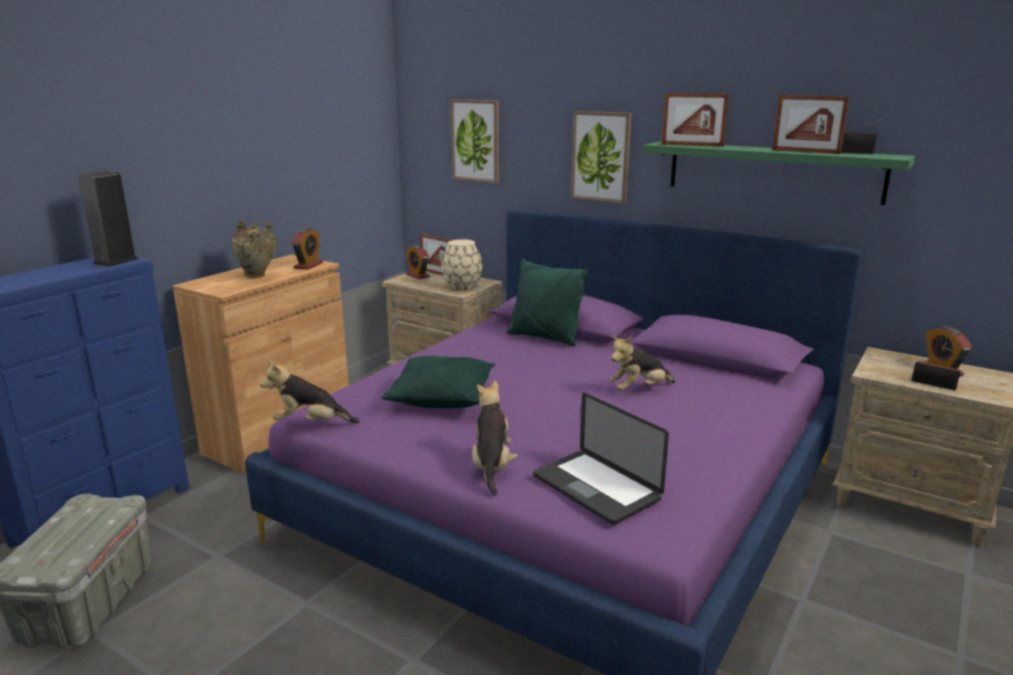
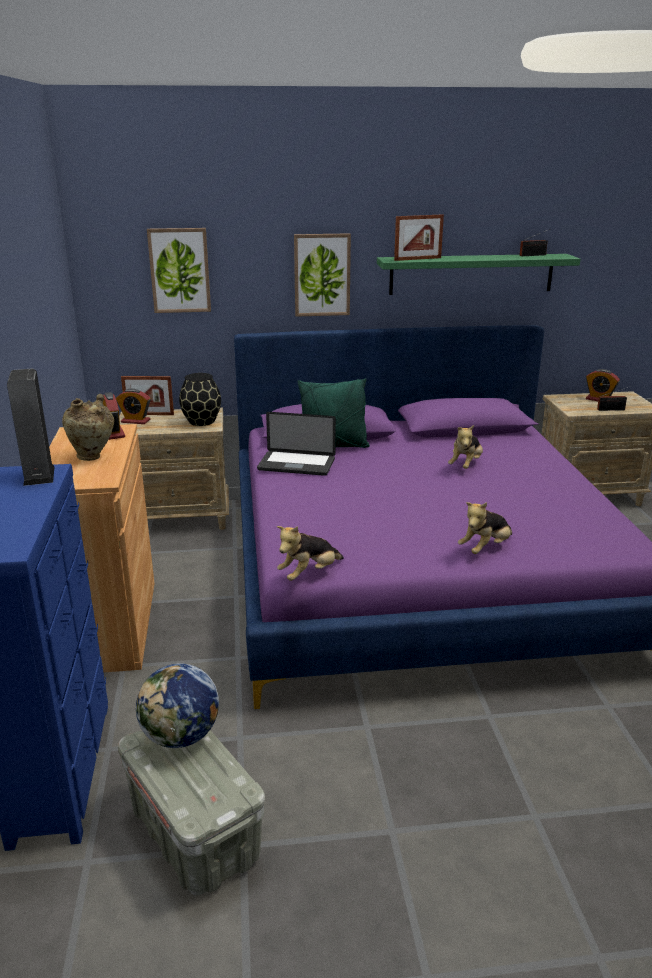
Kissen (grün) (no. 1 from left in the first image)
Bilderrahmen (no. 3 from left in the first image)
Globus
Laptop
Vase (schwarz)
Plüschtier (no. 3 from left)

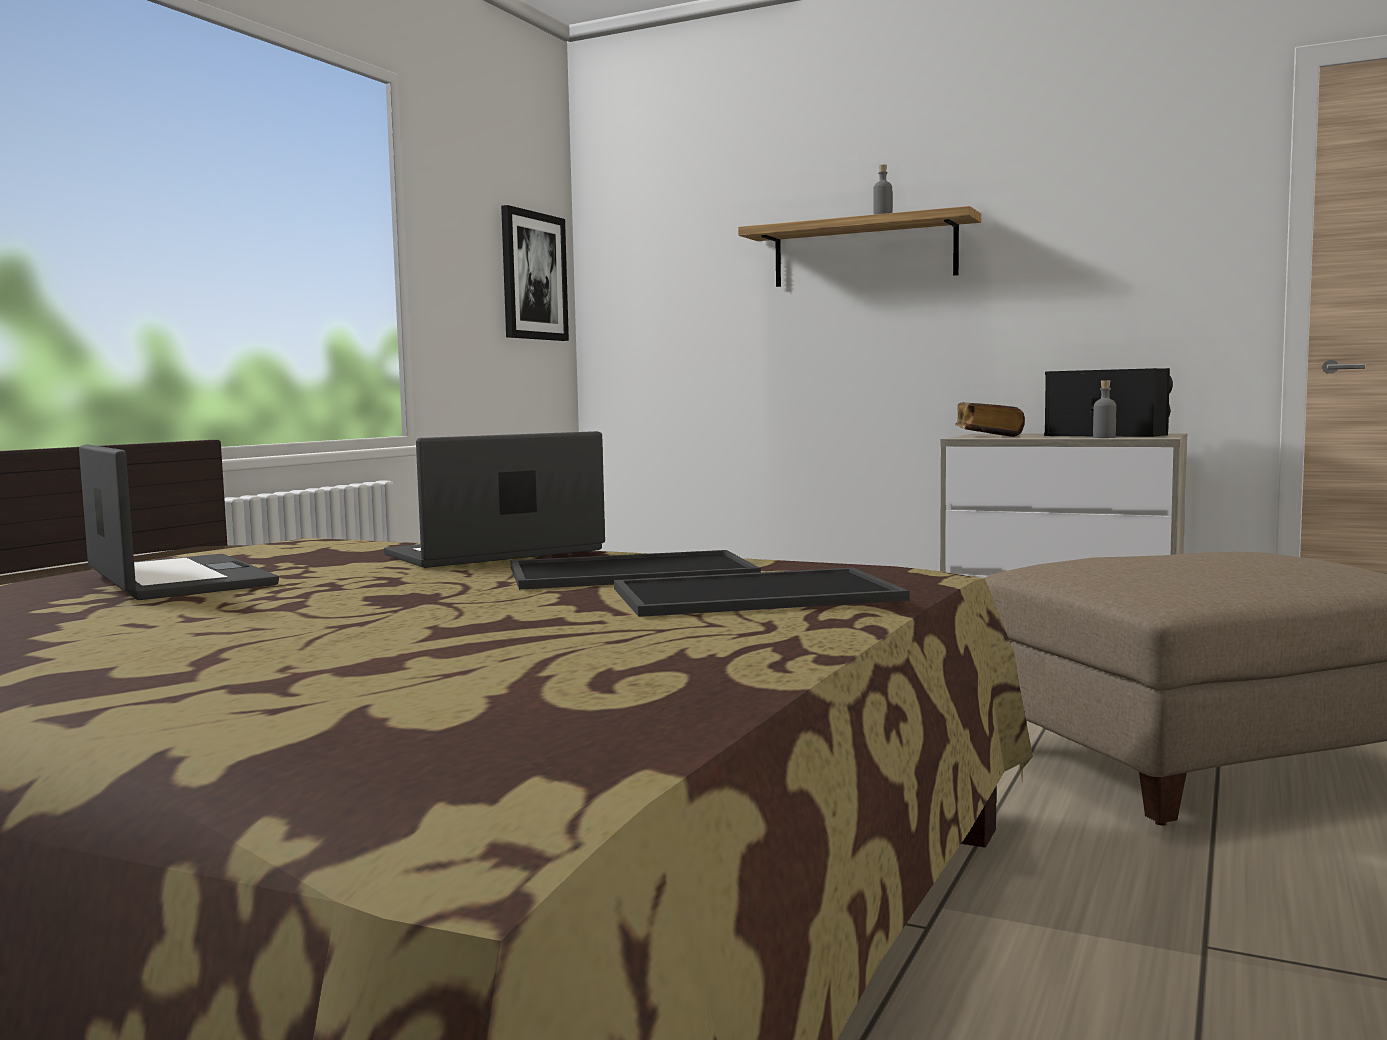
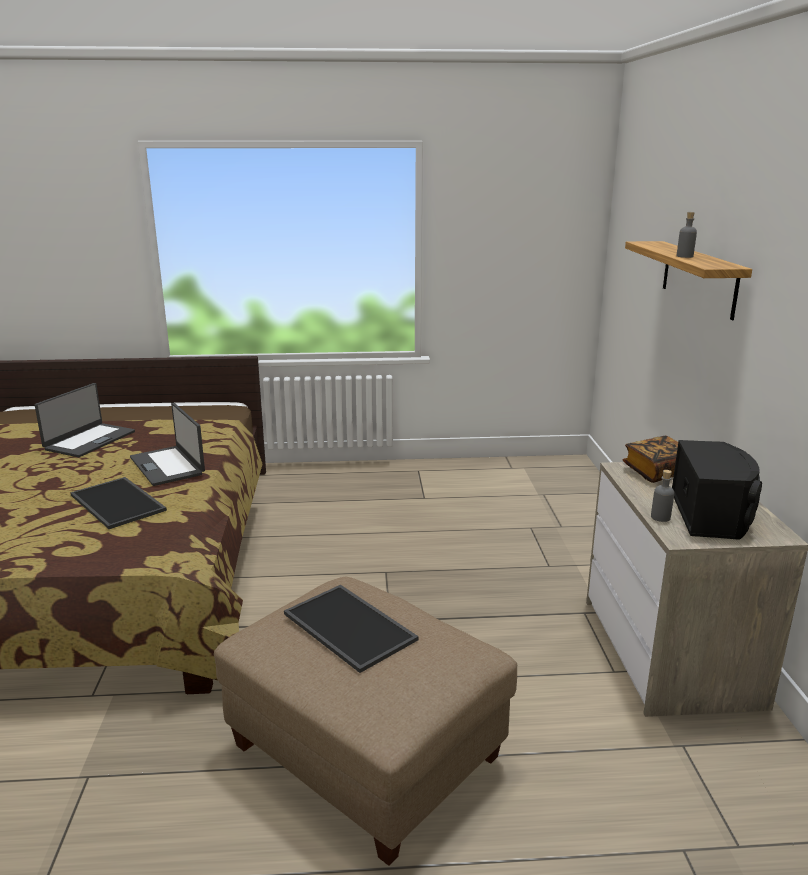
Bild
Tablett (no. 2 from left)
Laptop (no. 2 from left)

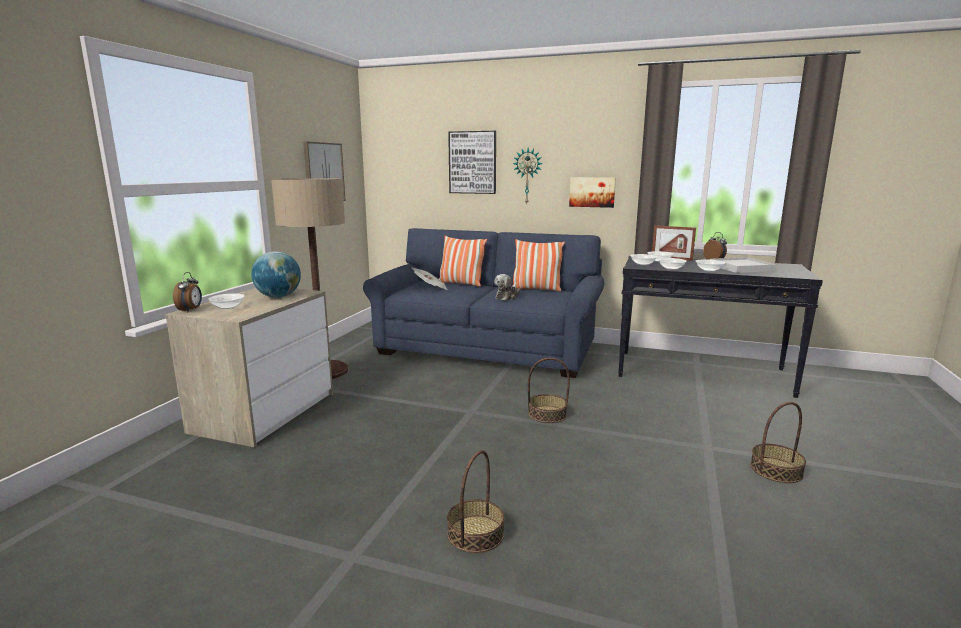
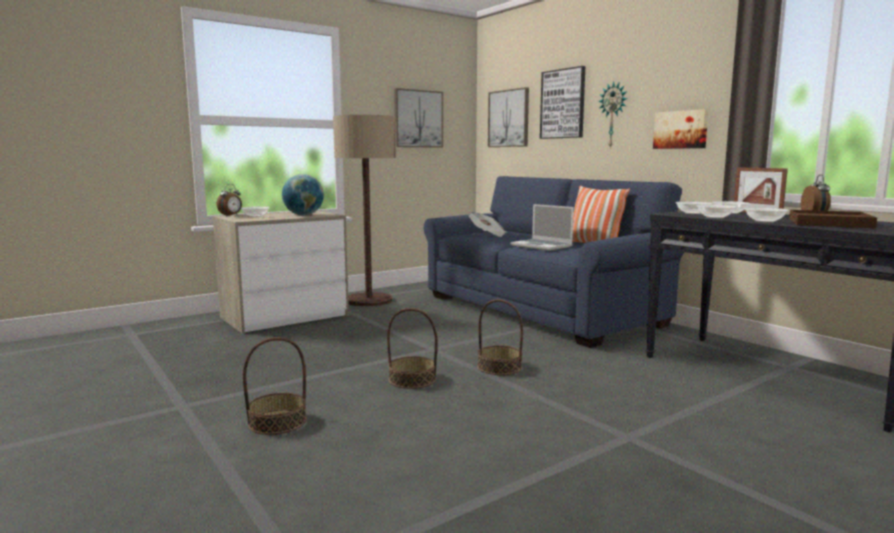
Kissen (no. 1 from left in the first image)
Bild (no. 2 from left)
Korb (no. 2 from left)
Laptop
Tablett (braun)

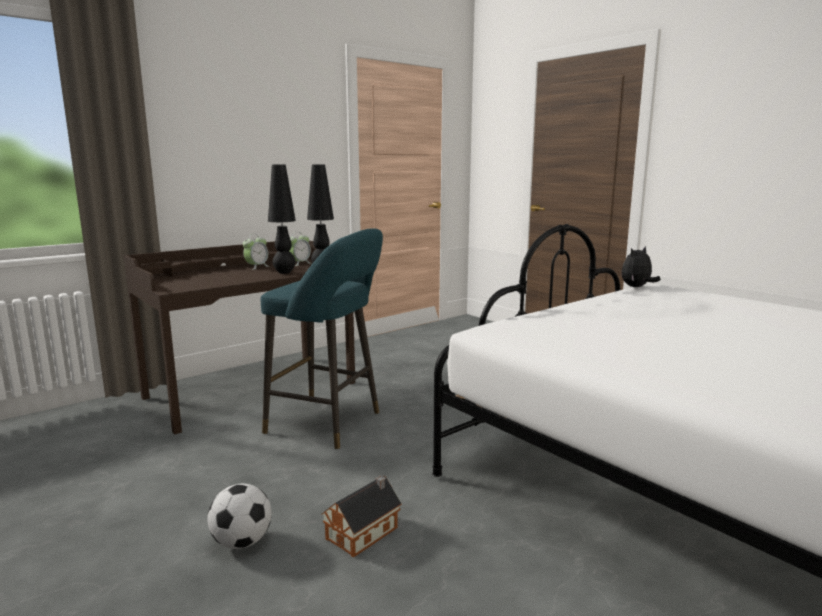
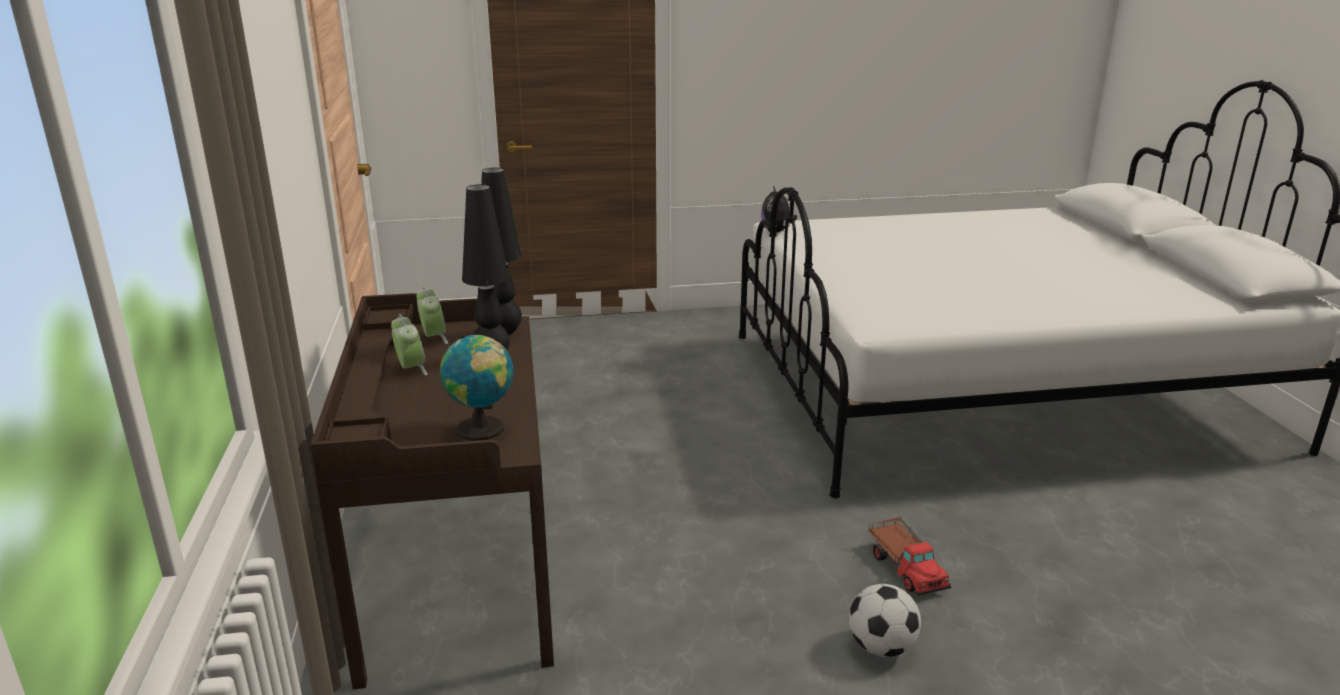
Hocker (türkis)
Globus
Spielzeuglaster

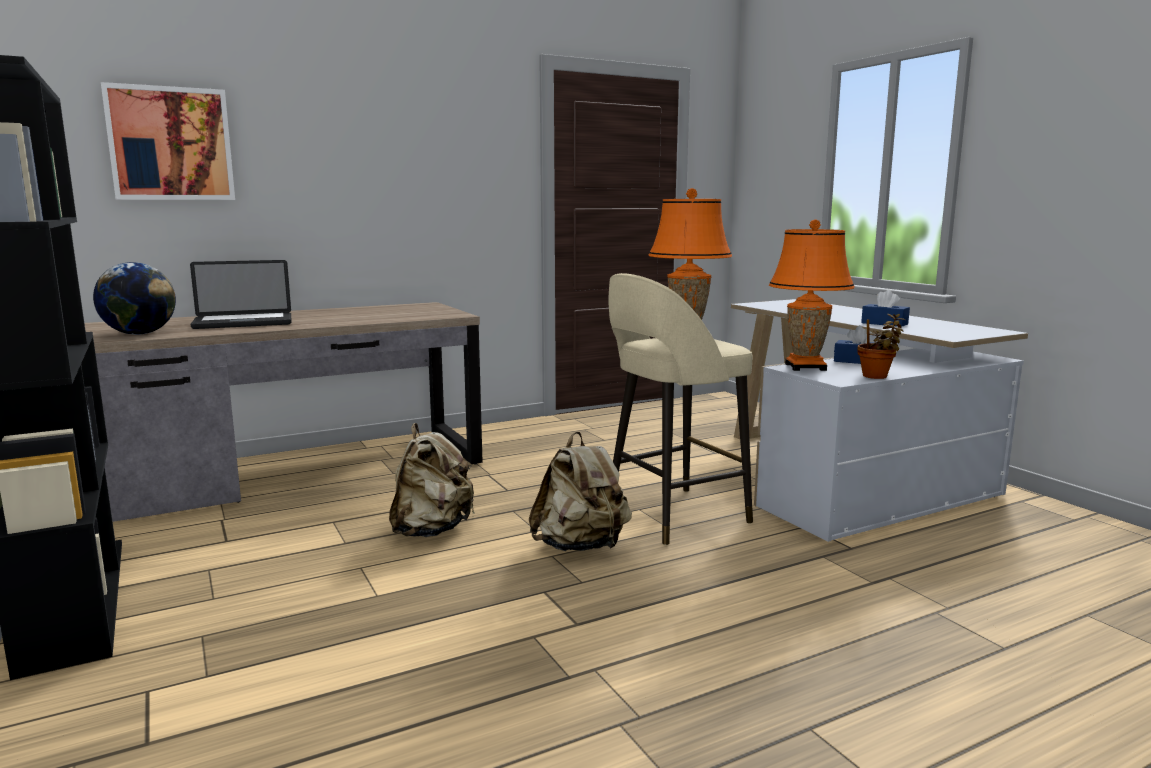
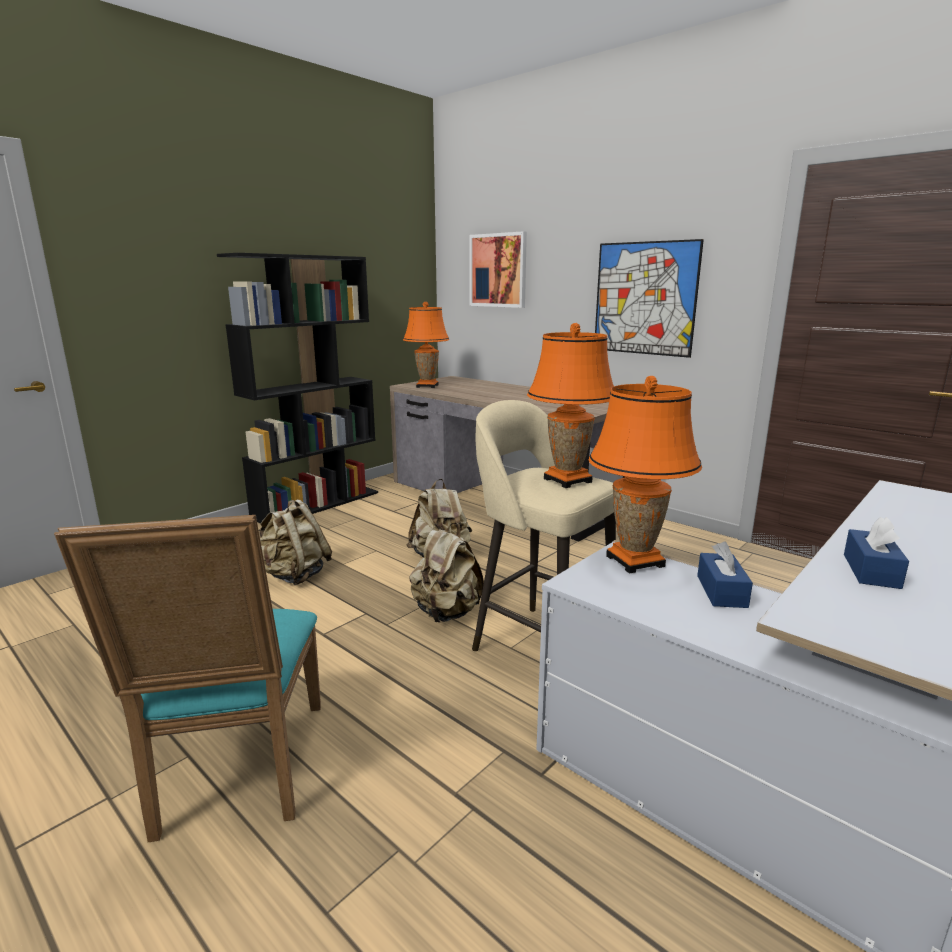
Laptop
Topfpflanze
Stuhl (türkis)
Rucksack (beige) (no. 1 from left)
Bild (no. 2 from left)
Tischlampe (orange) (no. 1 from left)

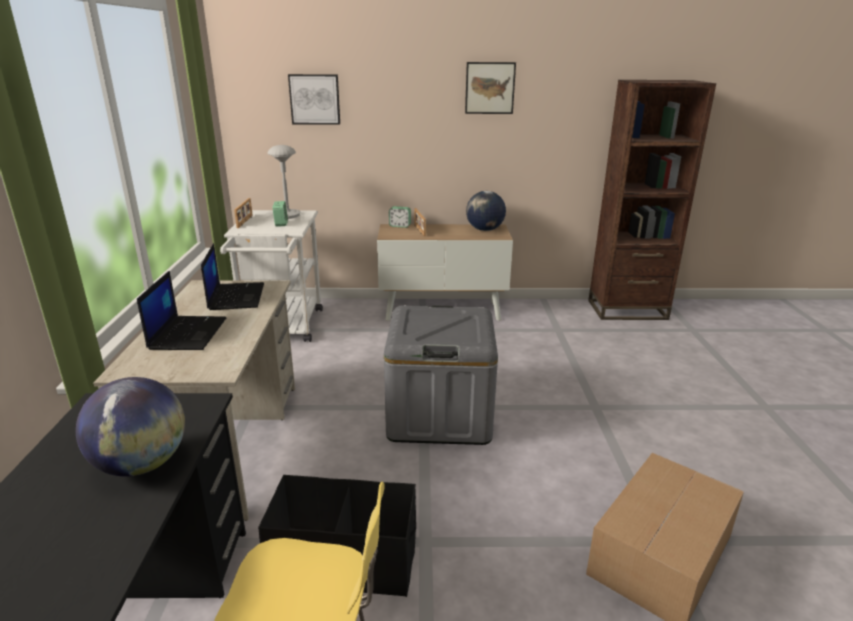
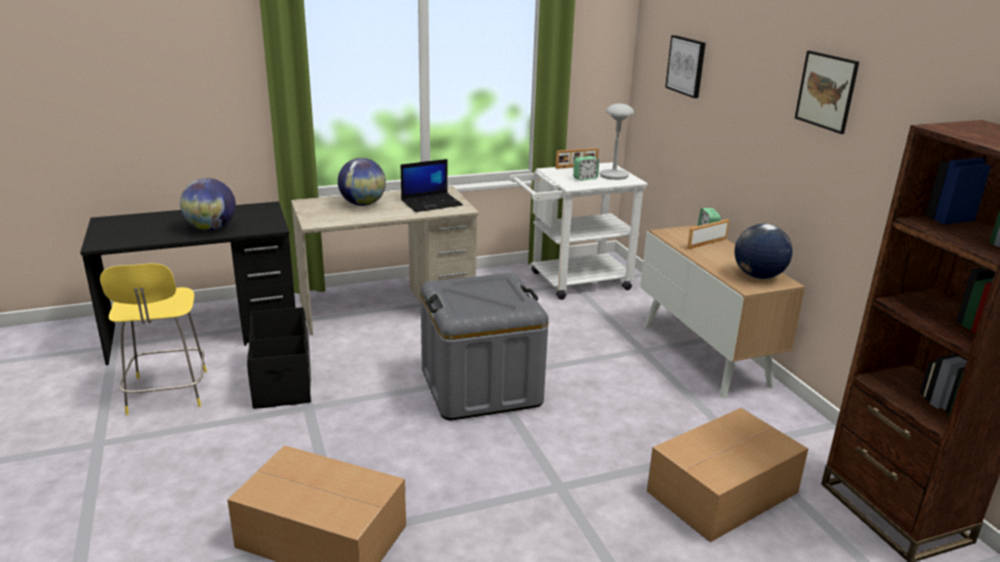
Karton (no. 2 from left)
Globus (no. 2 from left)

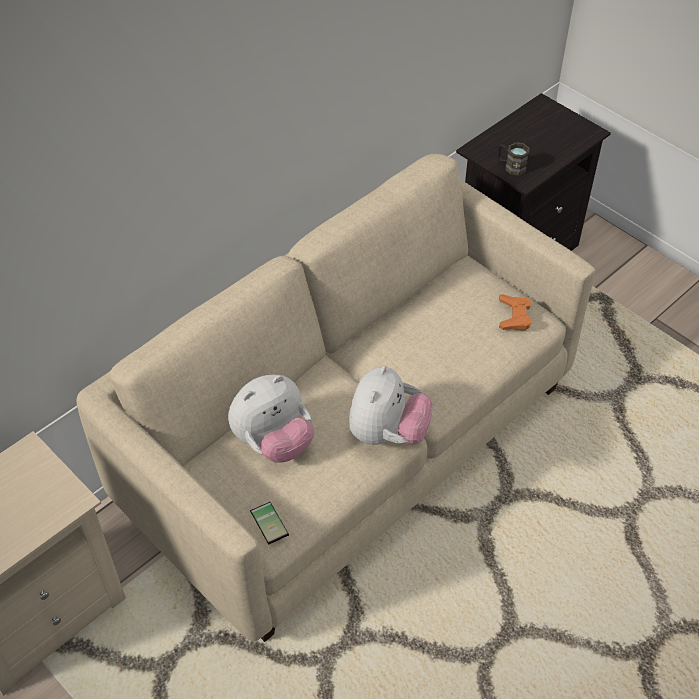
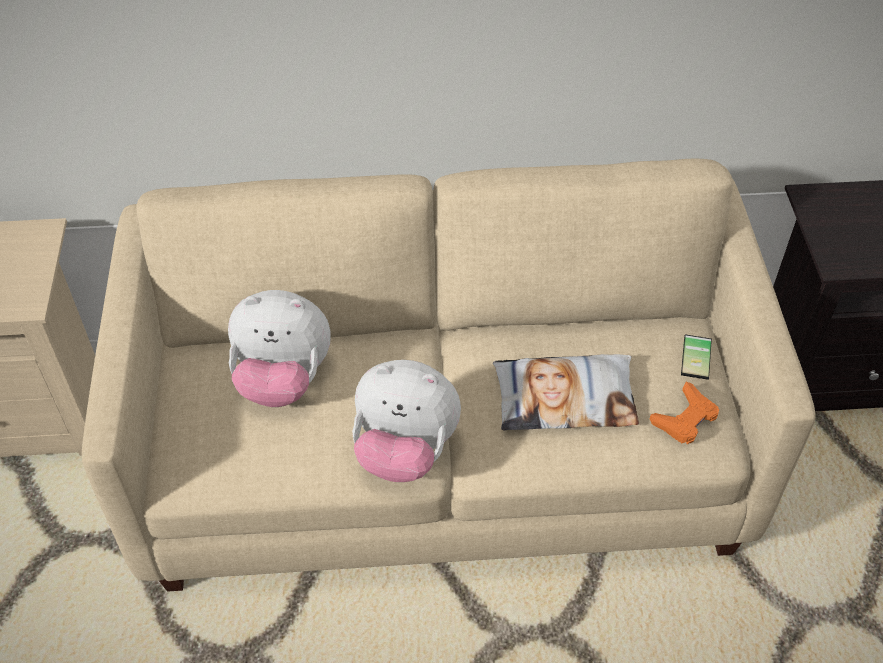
Henkelbecher (braun)
Kissen
Handy
Plüschtier (no. 2 from left)

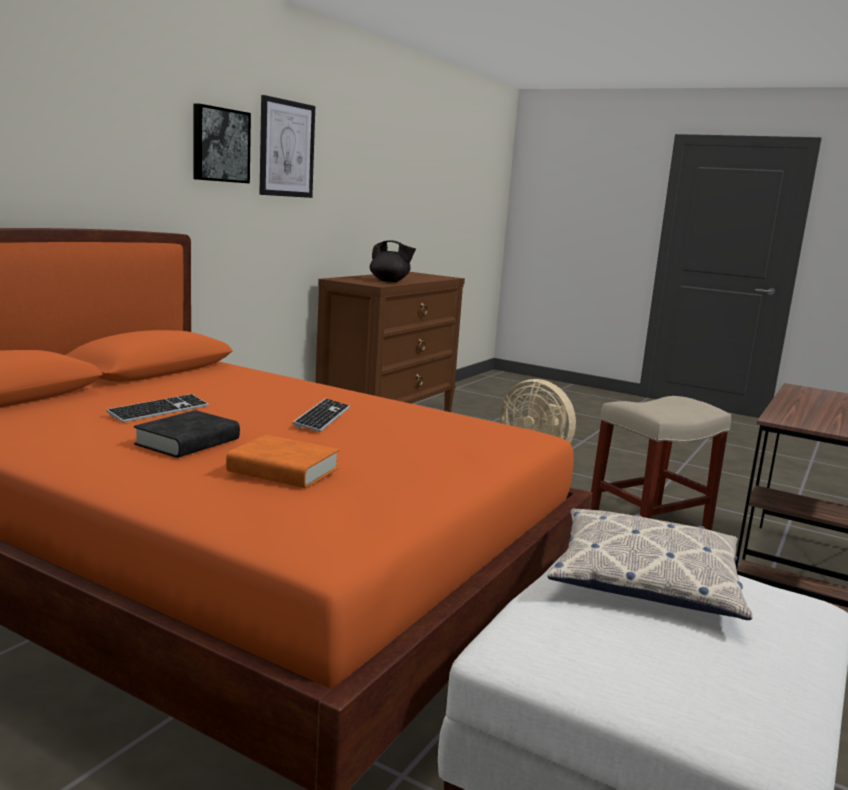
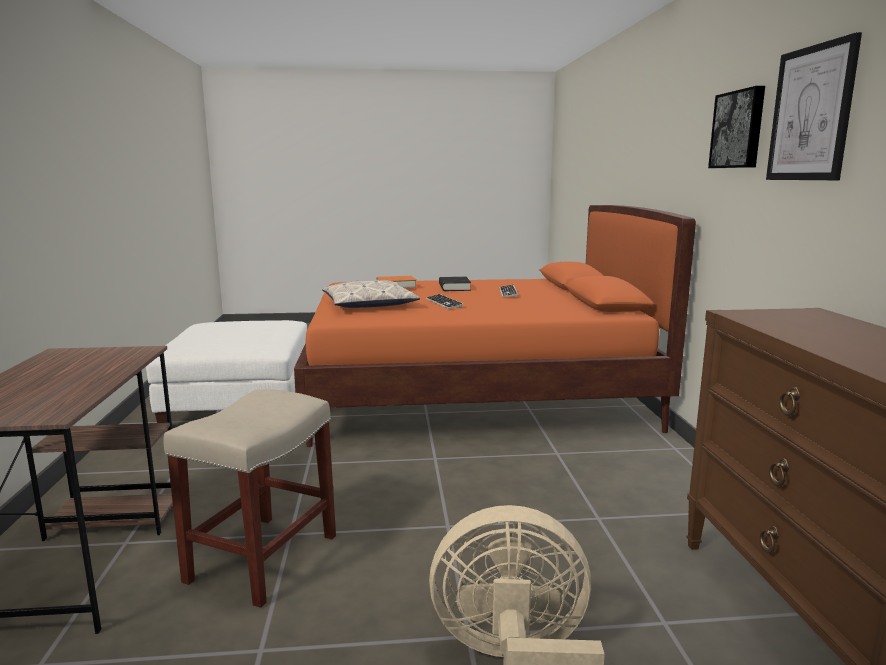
Teekanne (schwarz)
Kissen

